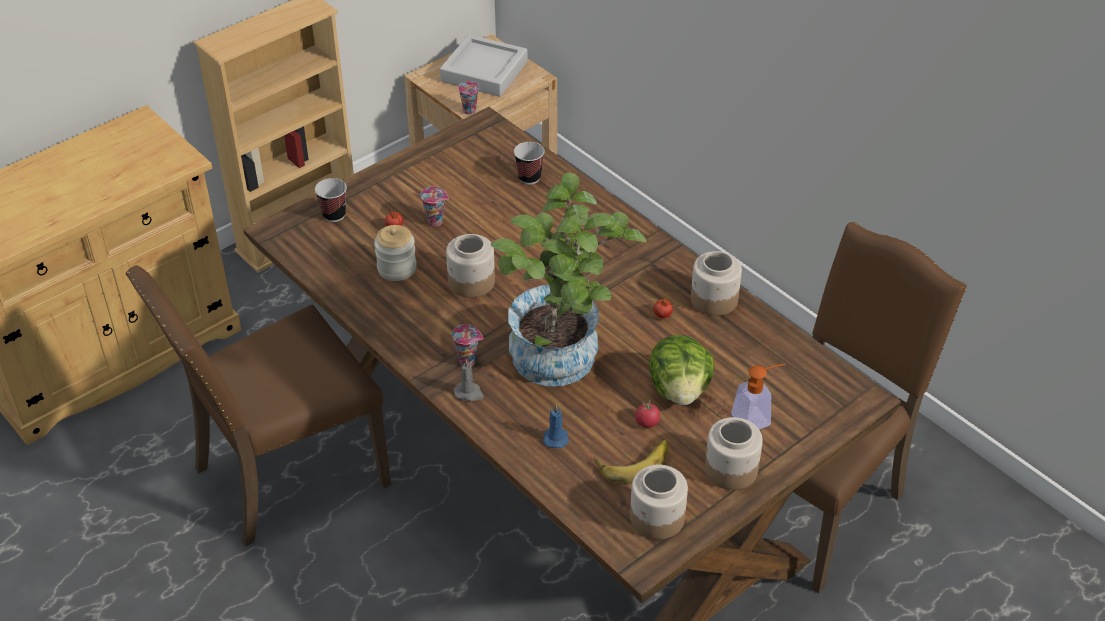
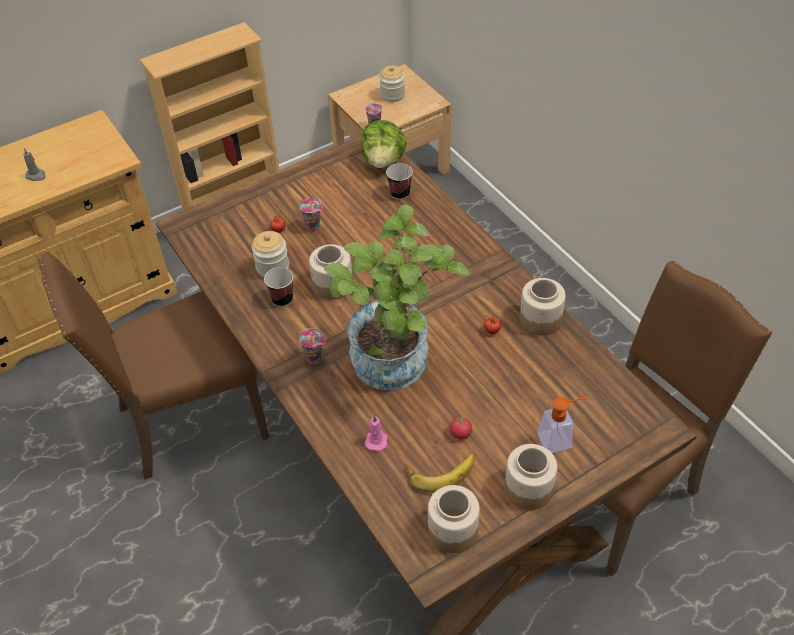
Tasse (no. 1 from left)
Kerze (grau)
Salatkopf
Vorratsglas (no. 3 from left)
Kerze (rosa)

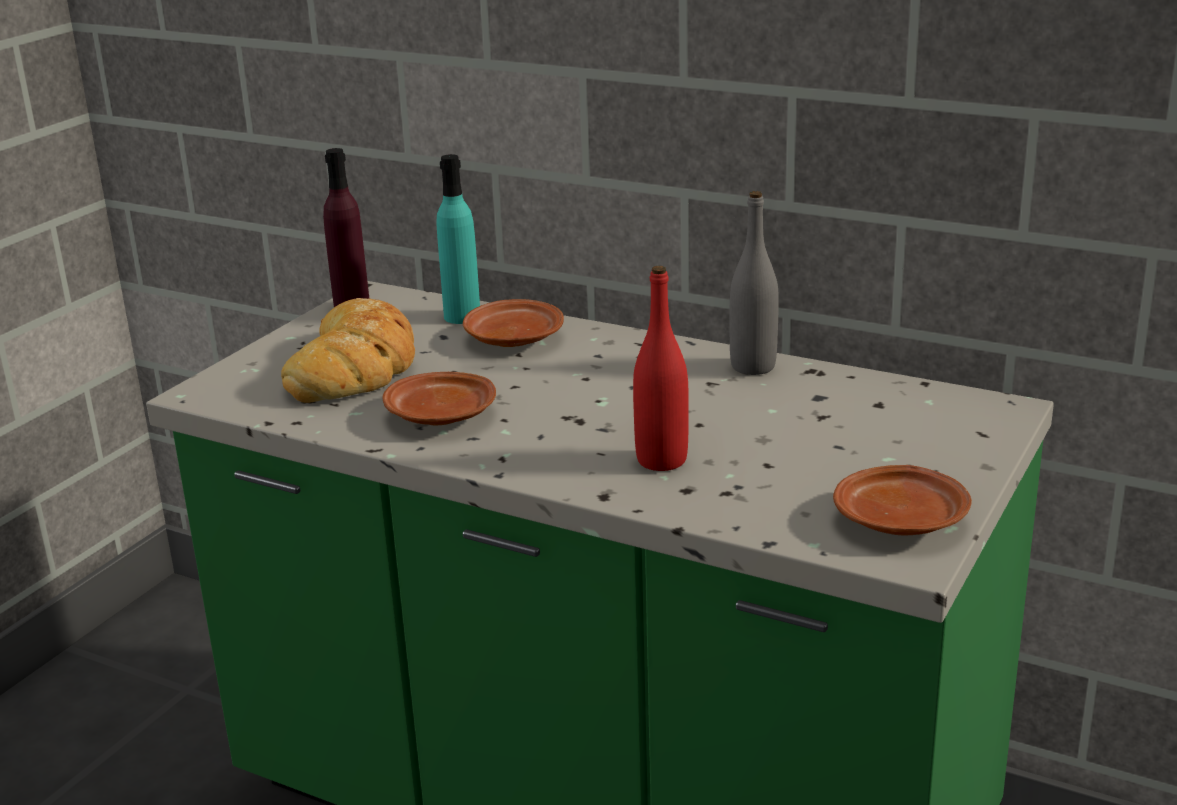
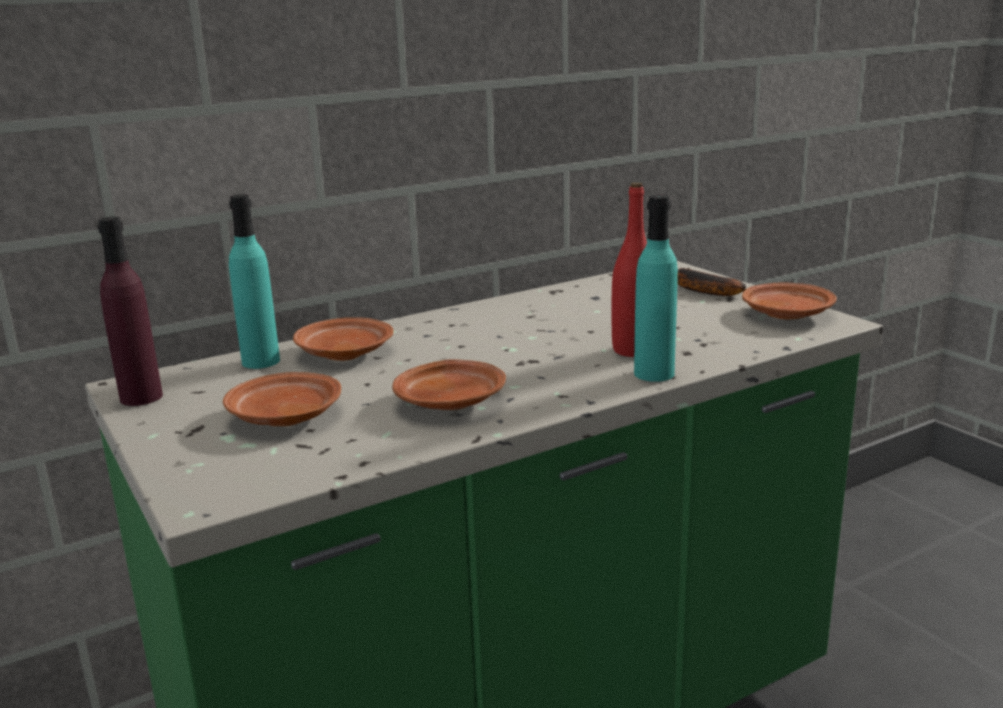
Flasche (grau)
Flasche (türkis) (no. 2 from left)
Banane
Teller (braun) (no. 1 from left)

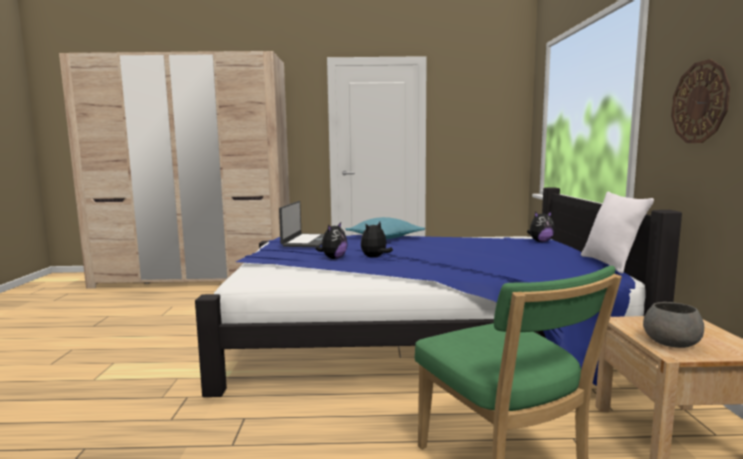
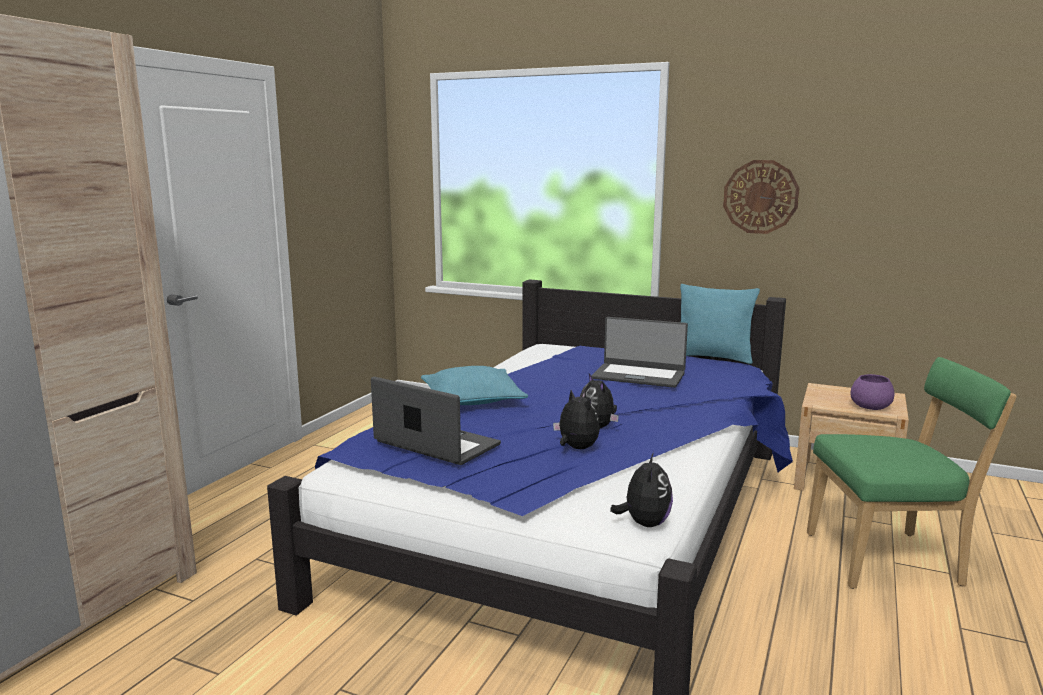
Laptop (no. 2 from left)
Plüschtier (no. 3 from left)
Kissen (türkis) (no. 2 from left)
Schüssel (lila)

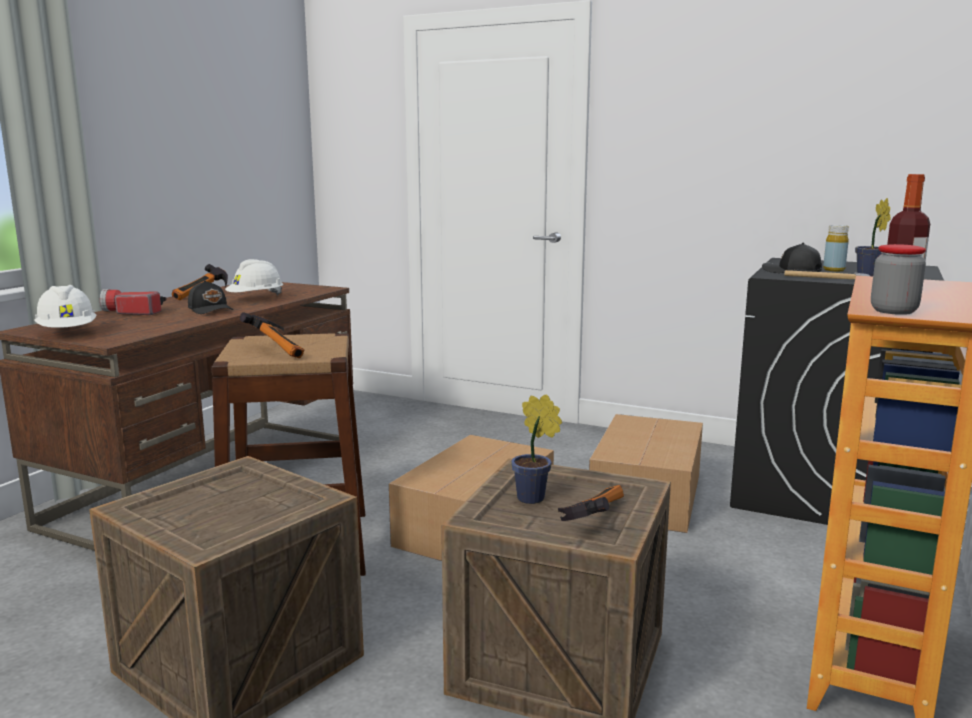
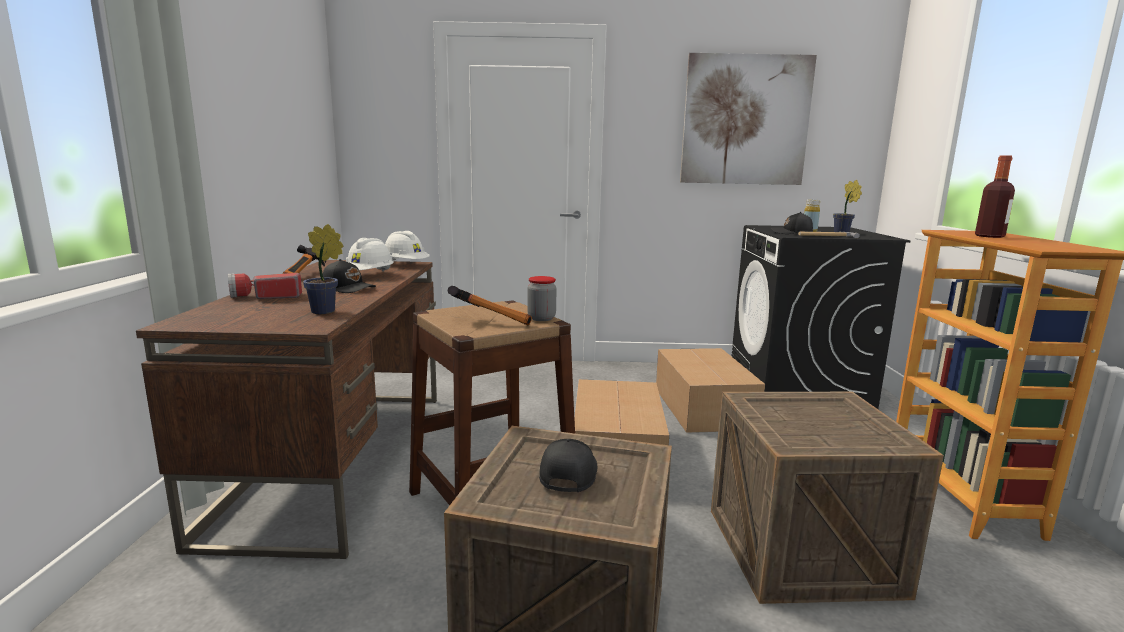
Hammer (no. 3 from left in the first image)
Kappe (schwarz) (no. 2 from left)
Bild
Schutzhelm (weiß) (no. 2 from left)
Topfpflanze (no. 1 from left)
Vorratsglas

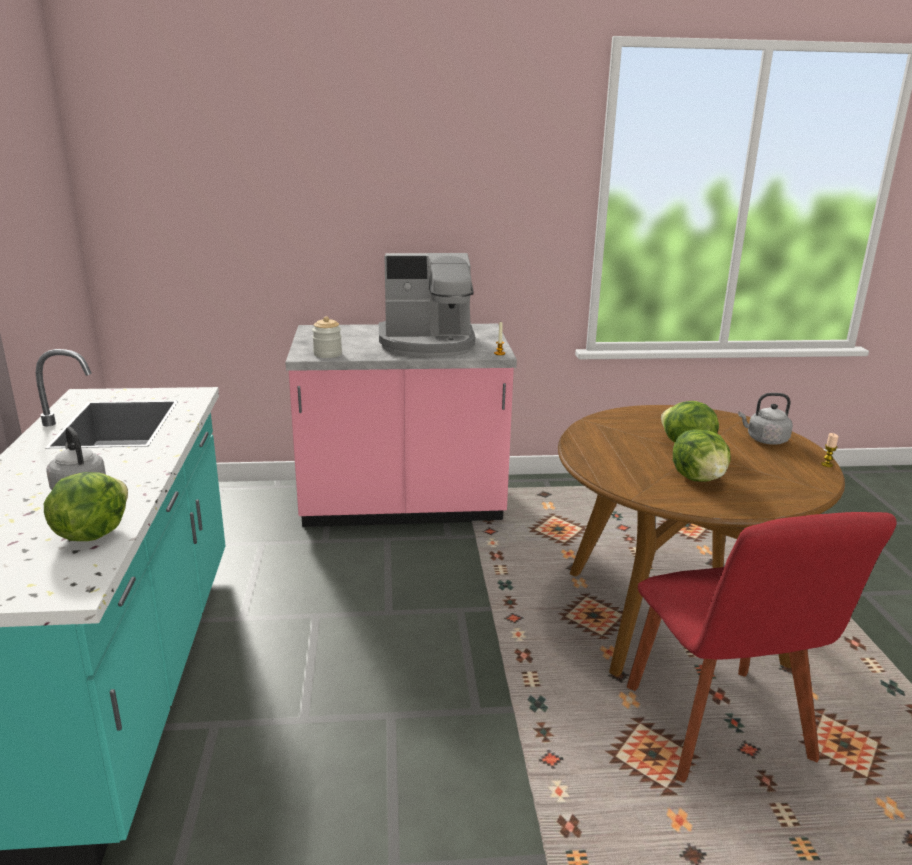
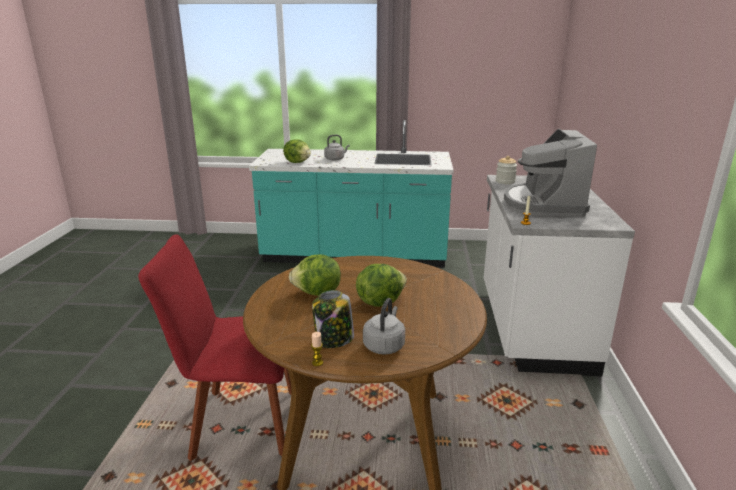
Vorratsglas (no. 1 from left)
Küchenzeile (weiß)

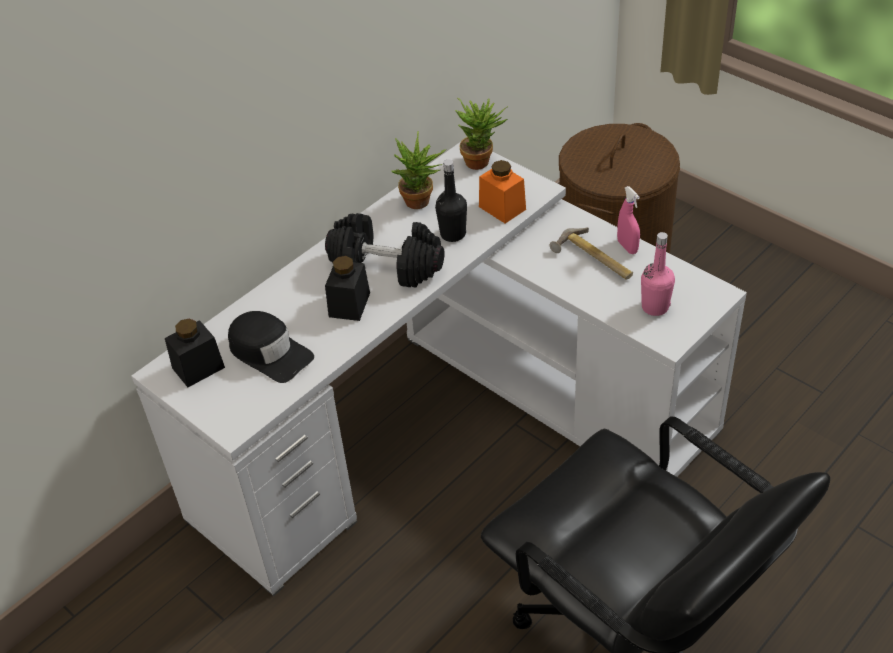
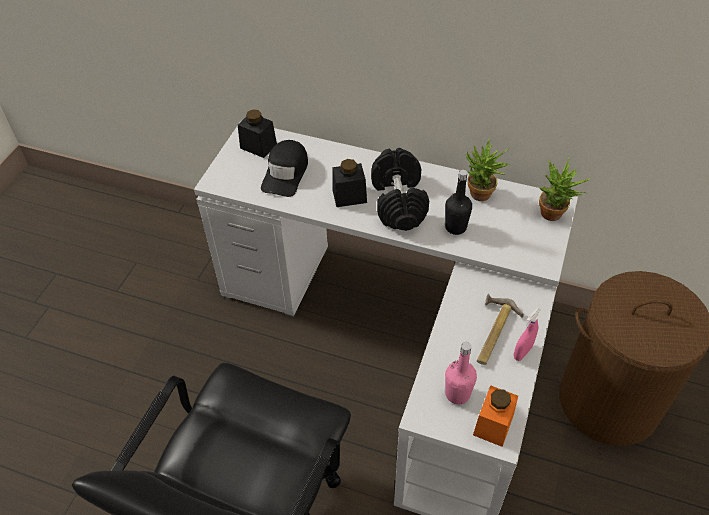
Vorratsglas (orange)

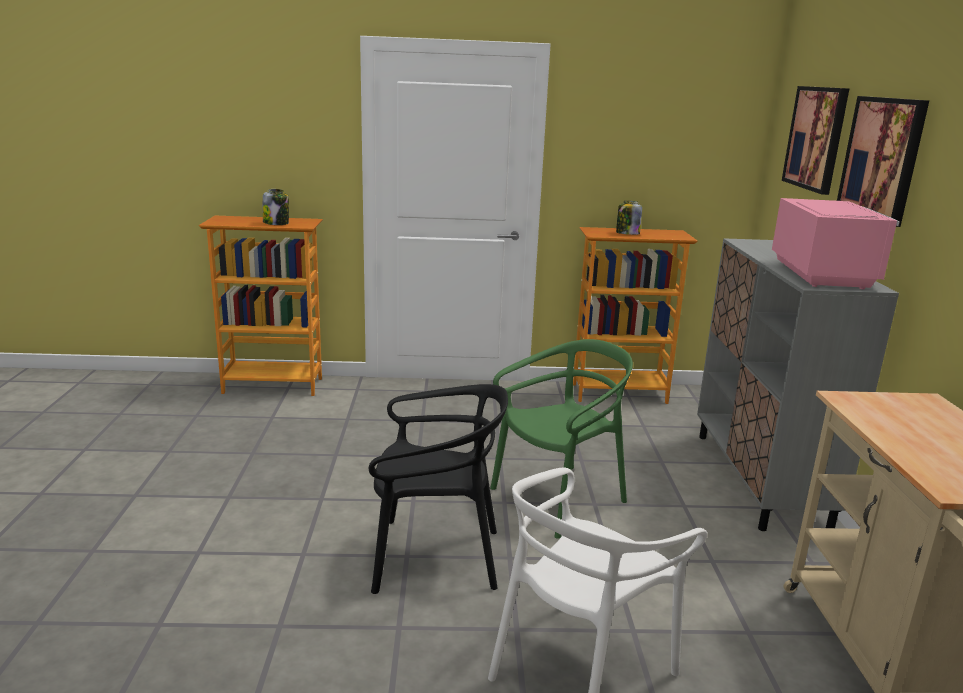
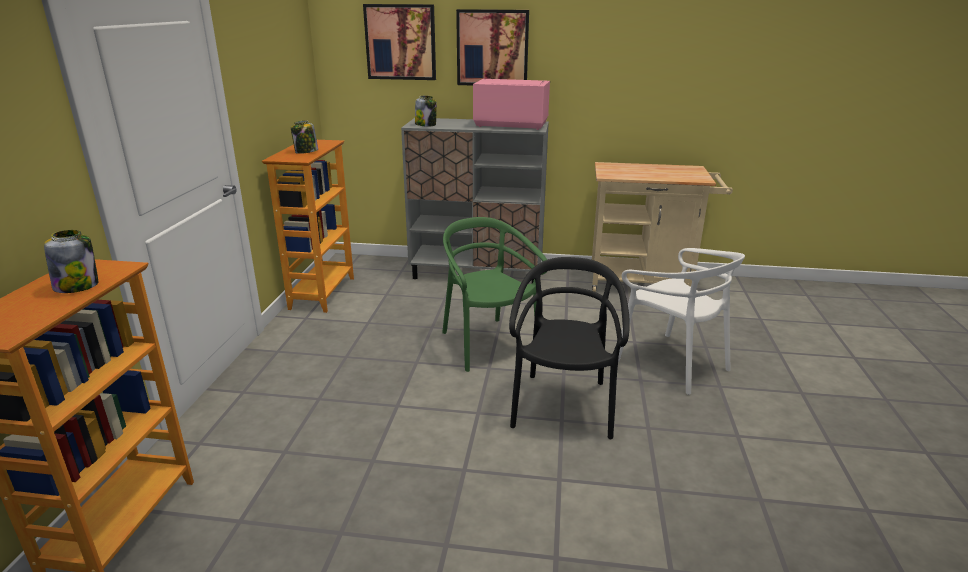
Vorratsglas (no. 3 from left)

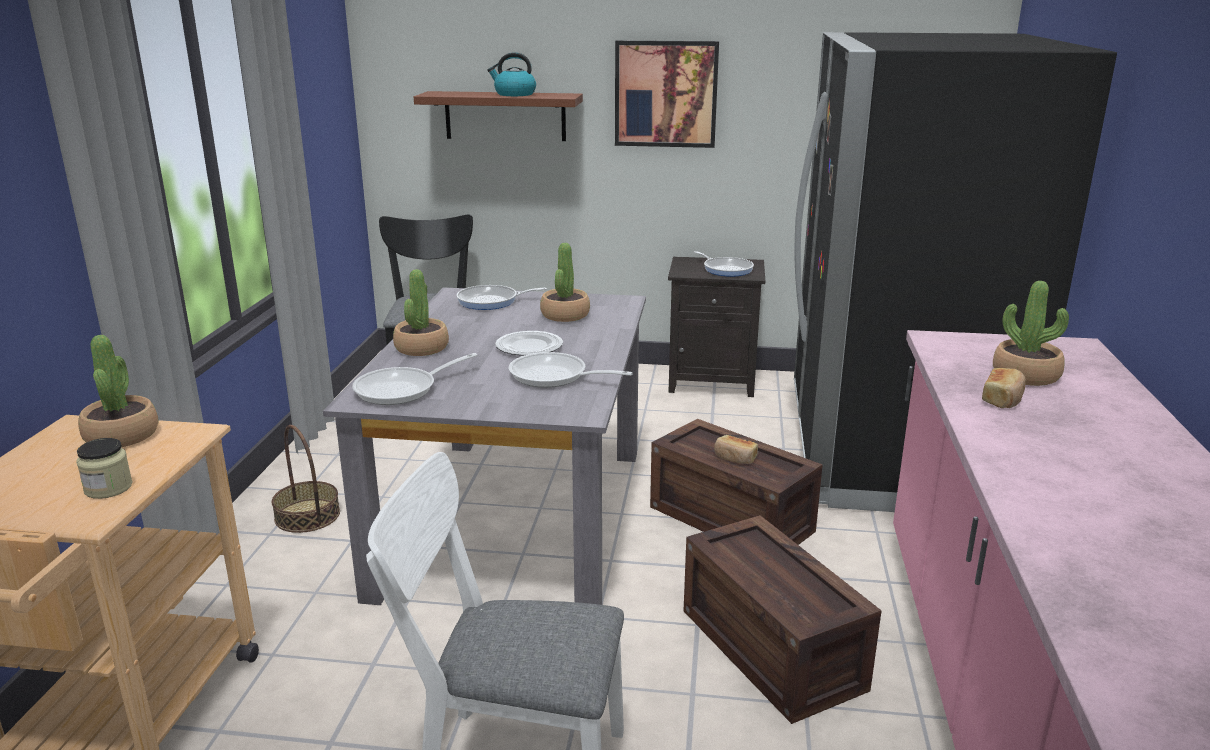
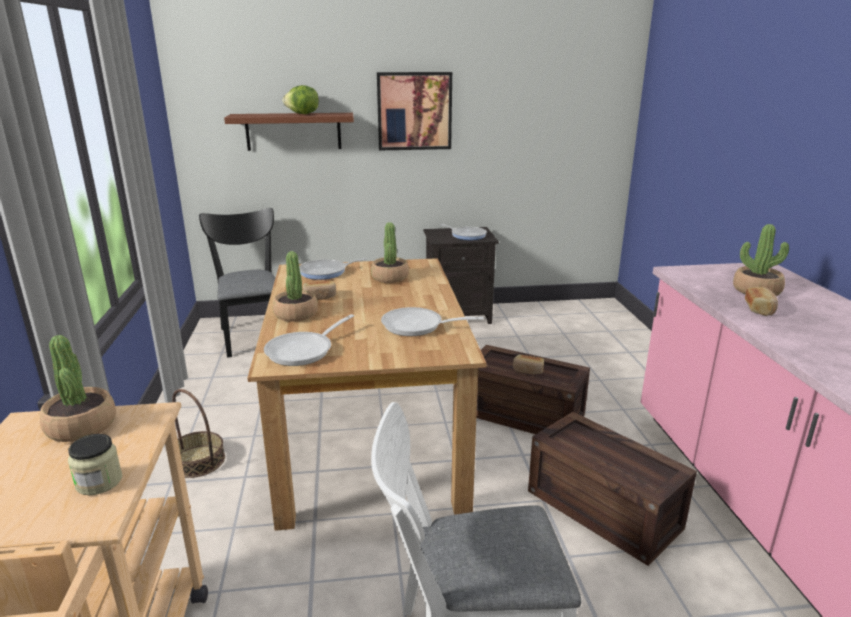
Teller
Kühlschrank (schwarz)
Brot (no. 1 from left)
Salatkopf
Esstisch (braun)

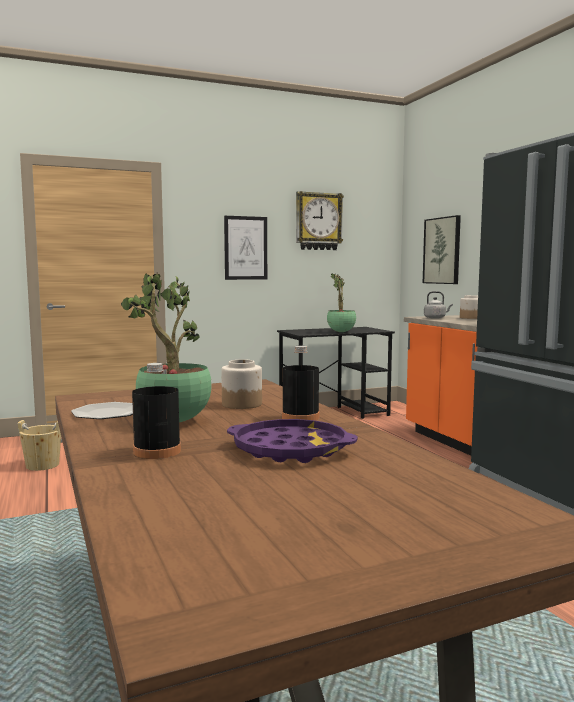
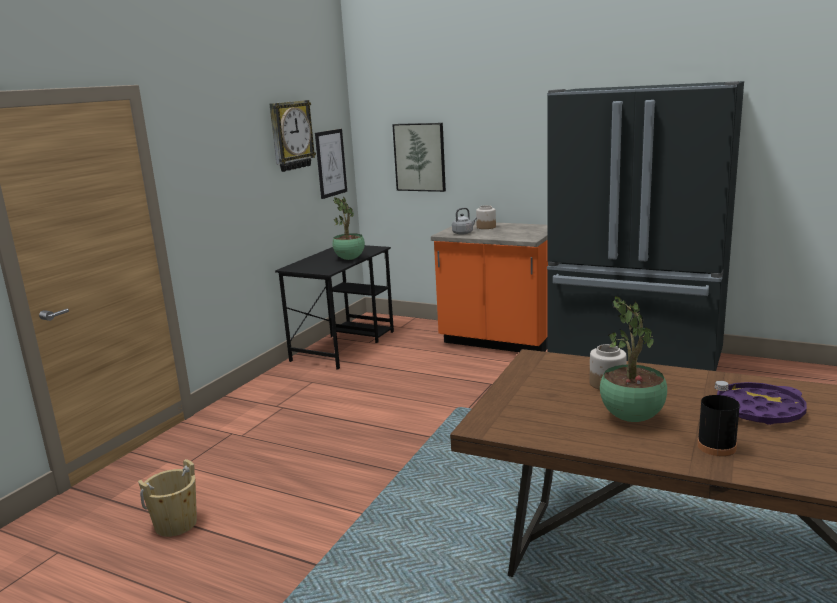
Teller
Flasche (schwarz) (no. 2 from left in the first image)
Bild (no. 1 from left)

